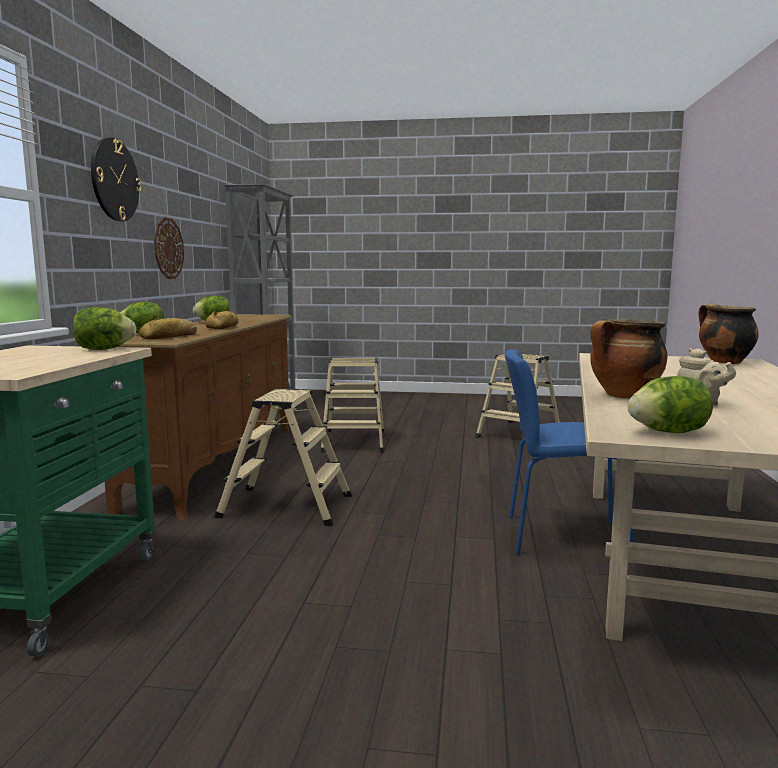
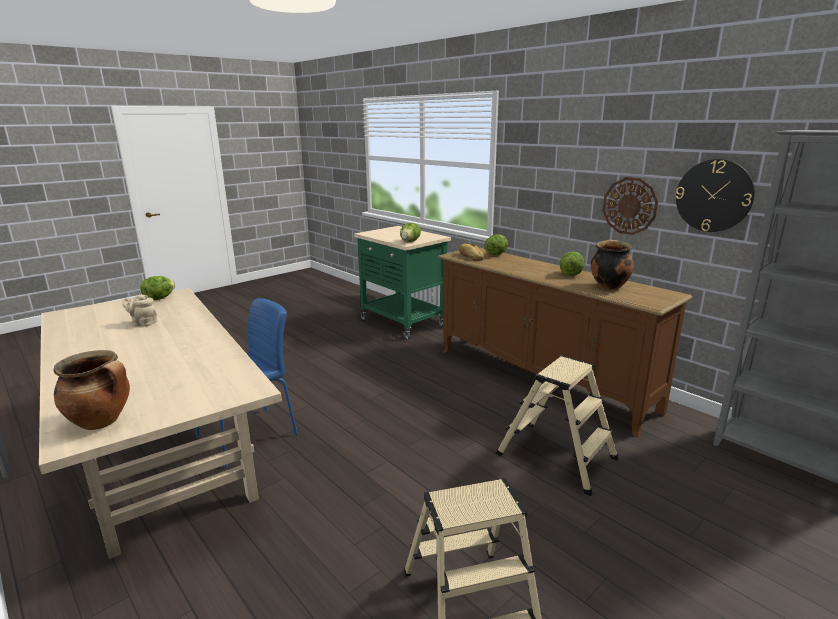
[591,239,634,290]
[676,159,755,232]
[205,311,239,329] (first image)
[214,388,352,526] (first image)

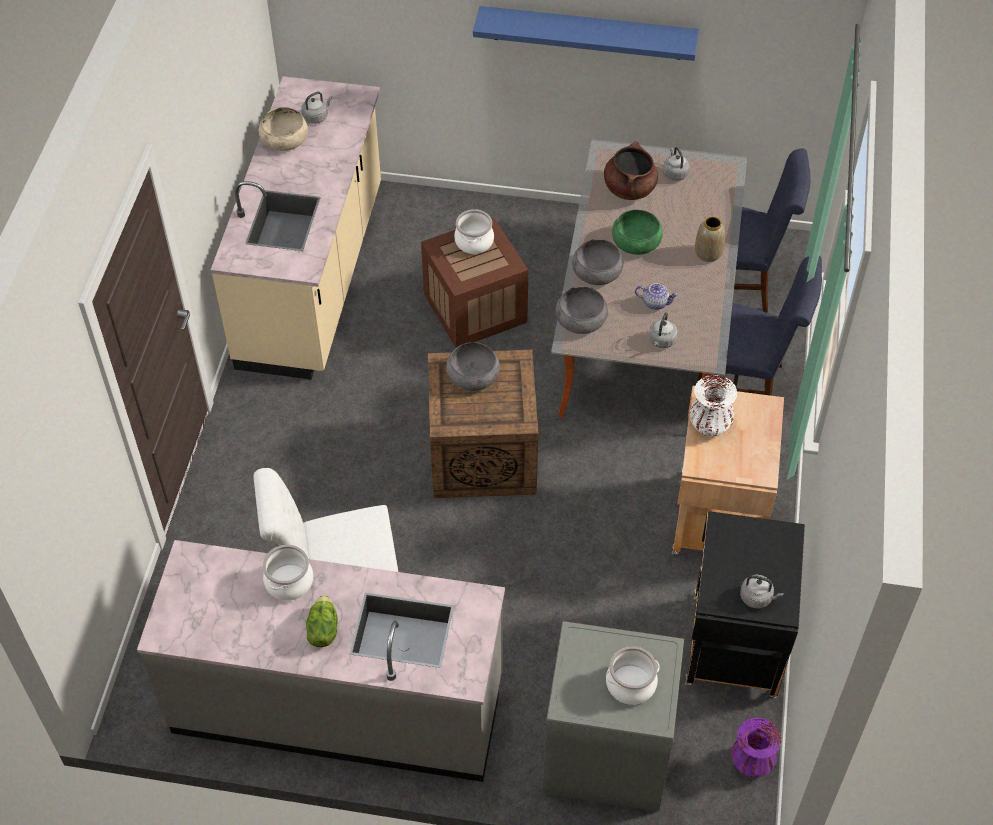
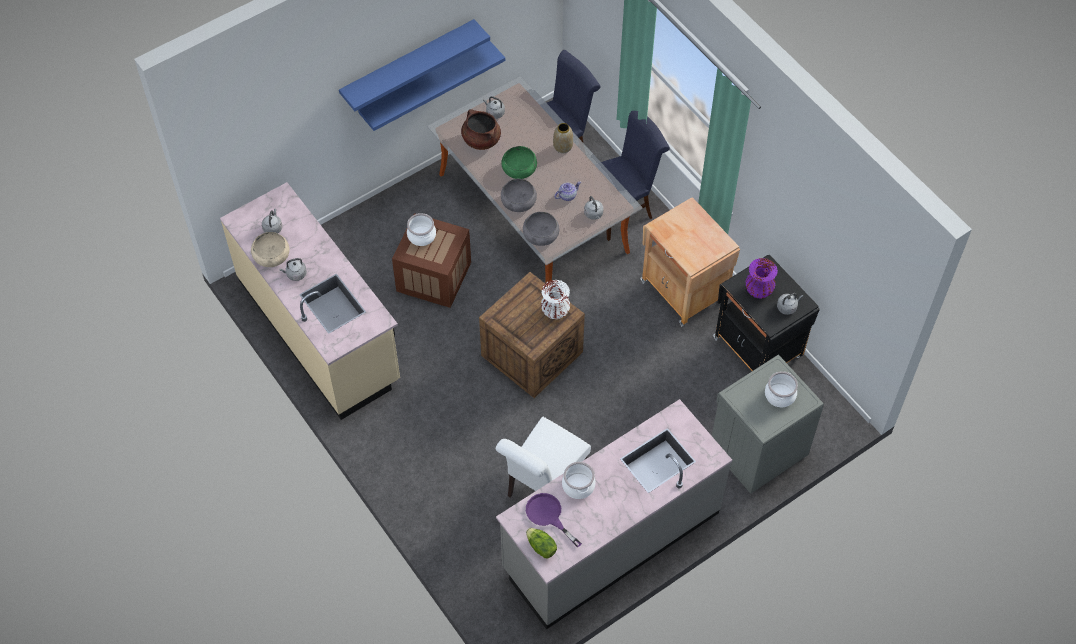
[279,258,307,281]
[358,41,505,131]
[526,493,582,547]
[526,528,557,558]
[541,280,570,319]
[746,258,778,299]
[446,342,500,391] (first image)

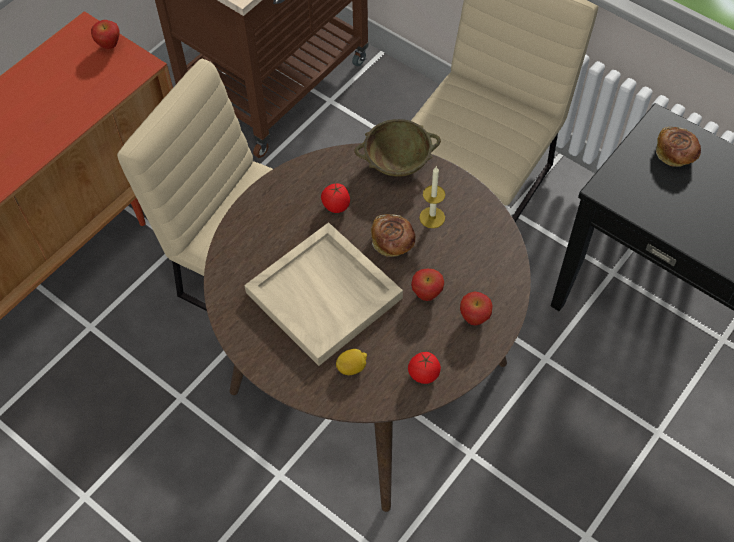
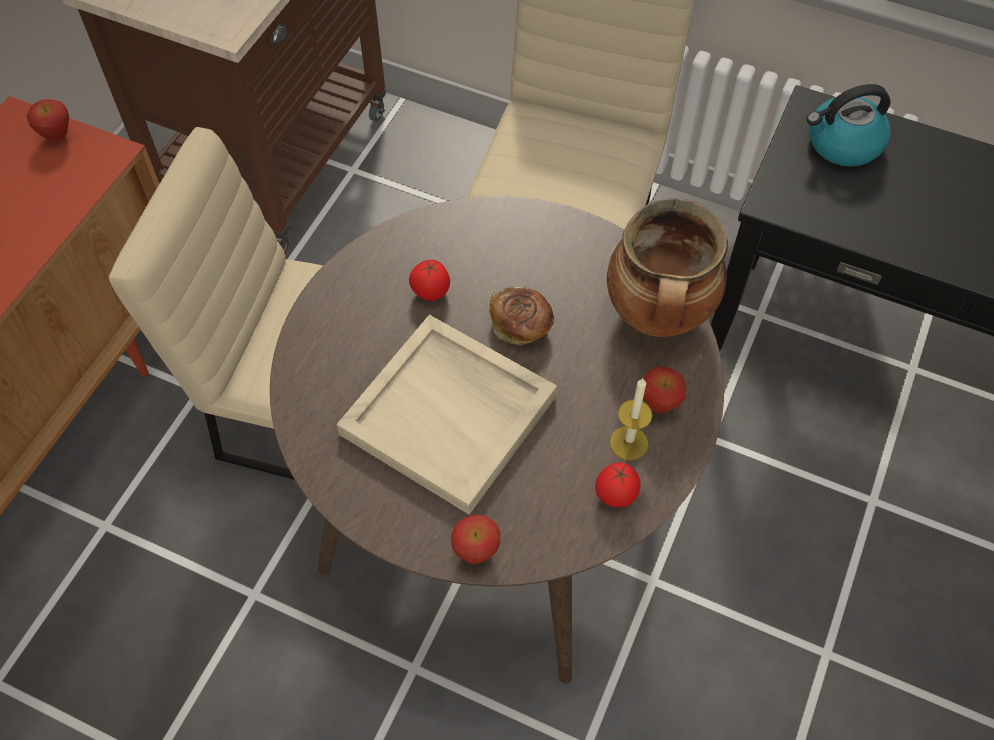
[451,515,500,564]
[607,198,728,337]
[610,378,652,460]
[807,84,891,167]
[336,349,367,375] (first image)
[354,119,441,177] (first image)

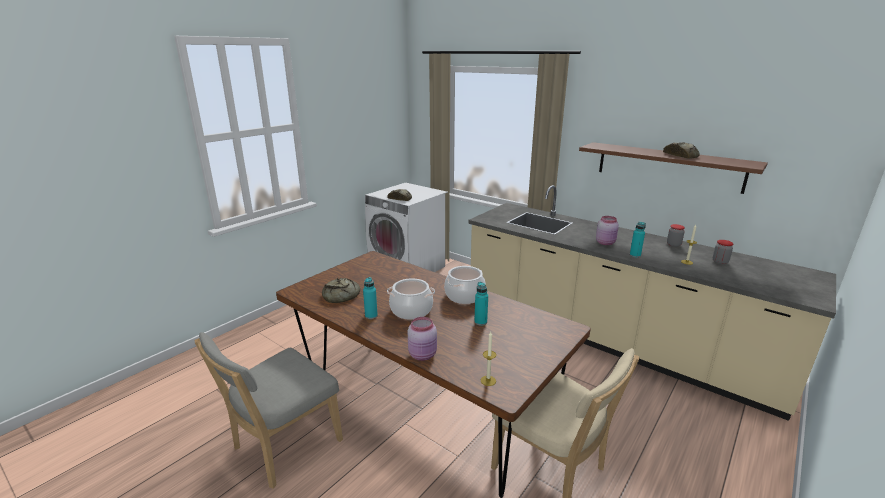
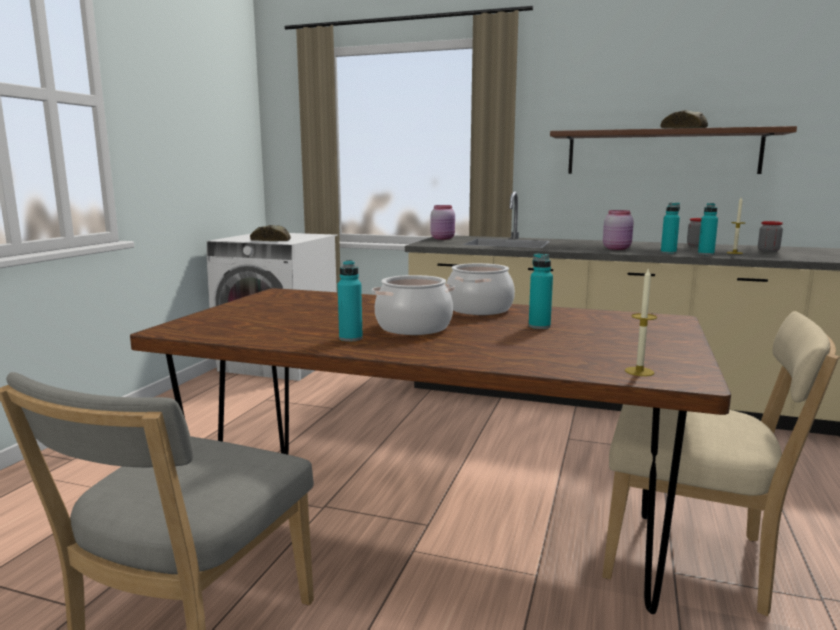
[431,205,455,240]
[698,203,718,255]
[322,278,360,303] (first image)

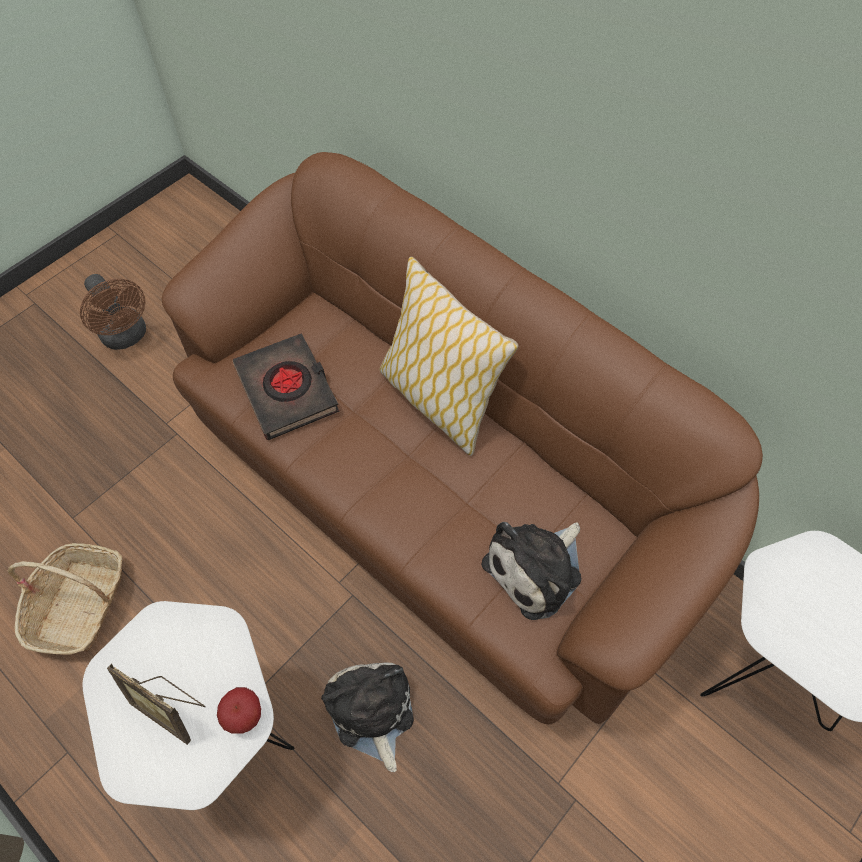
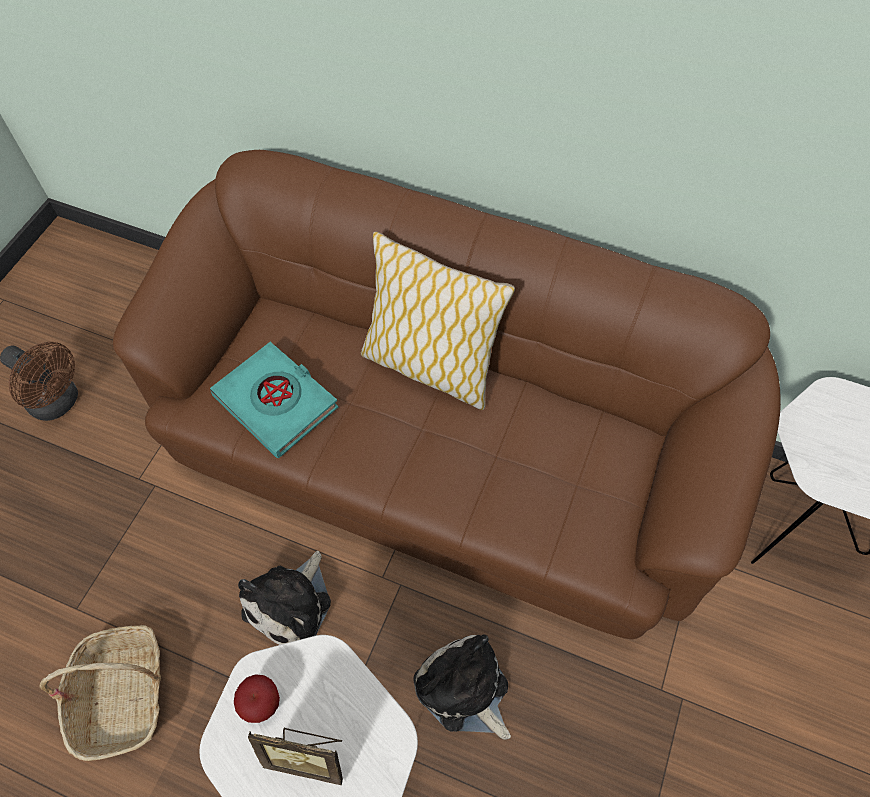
[210,342,338,458]
[234,674,280,723]
[238,551,331,645]

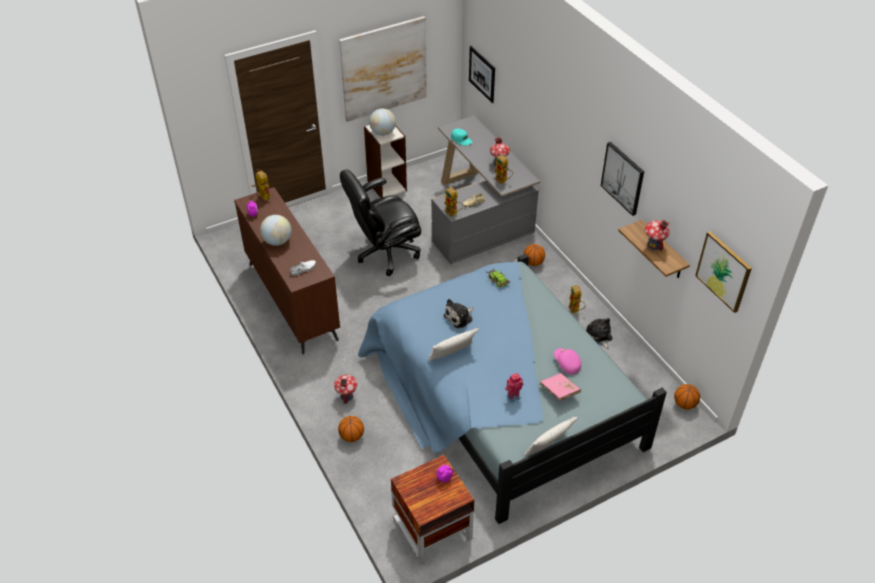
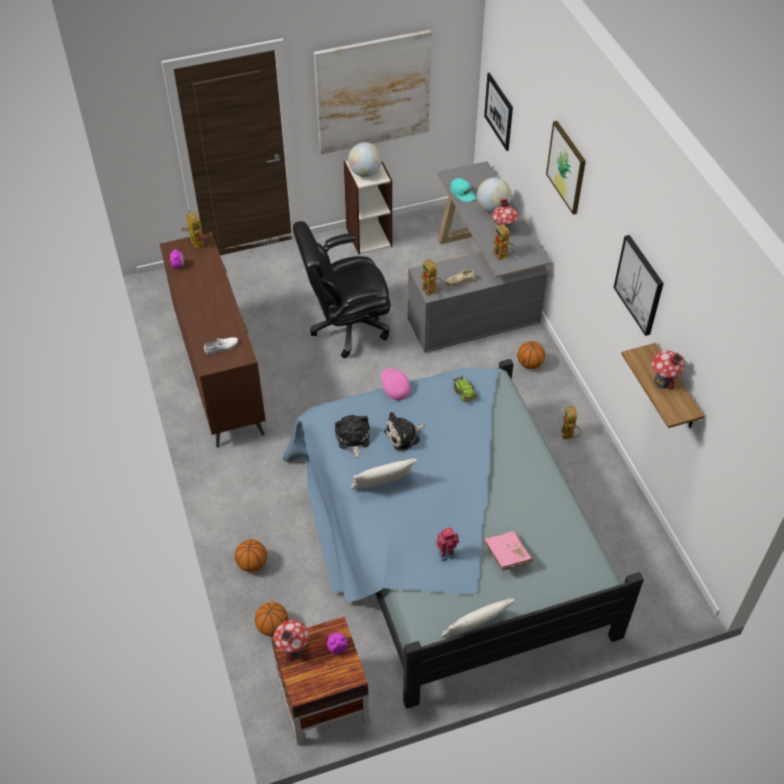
[255,602,288,636]
[274,620,309,661]
[335,415,370,459]
[381,368,410,400]
[477,178,511,213]
[546,121,586,215]

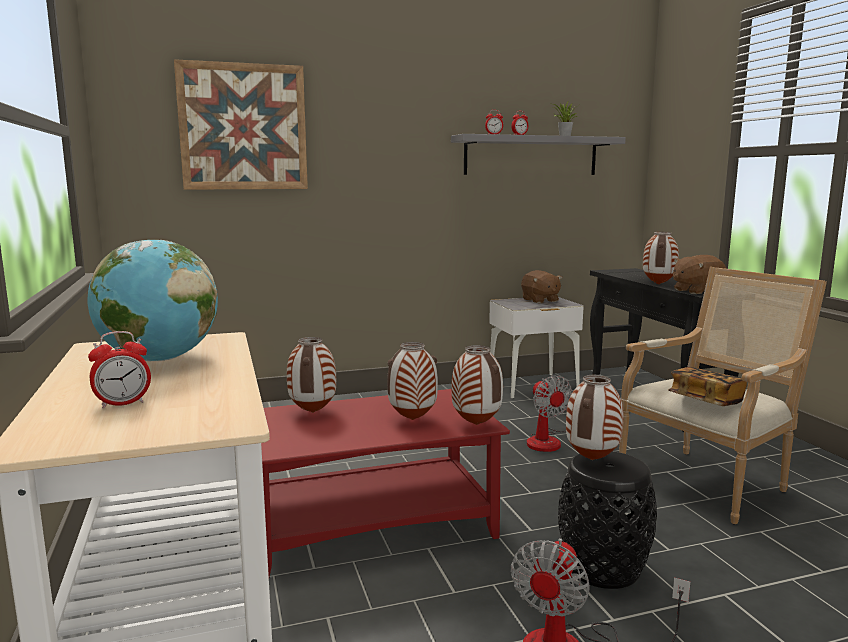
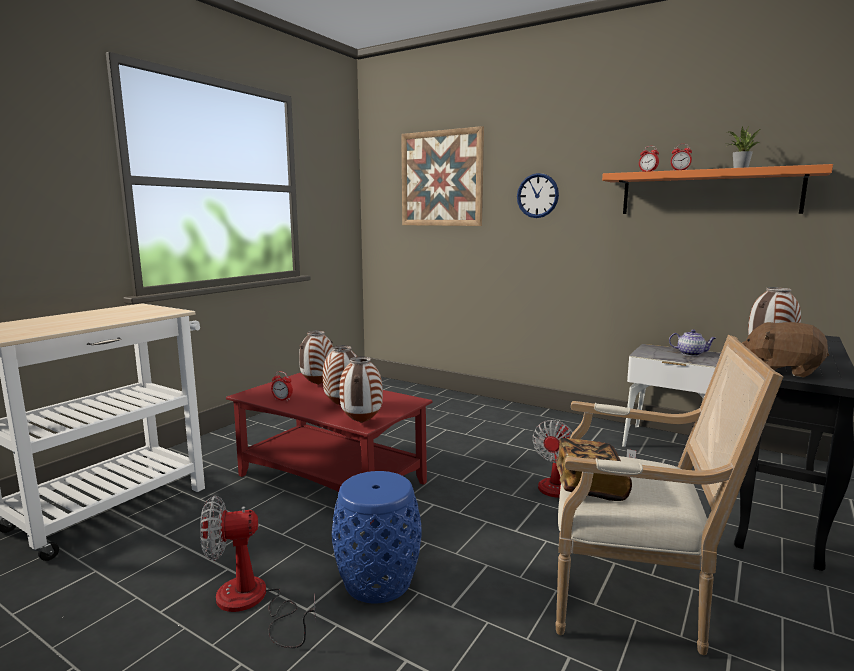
[271,371,293,401]
[332,471,422,603]
[517,173,559,218]
[602,164,833,214]
[669,329,716,356]
[87,240,218,361] (first image)
[566,375,624,460] (first image)

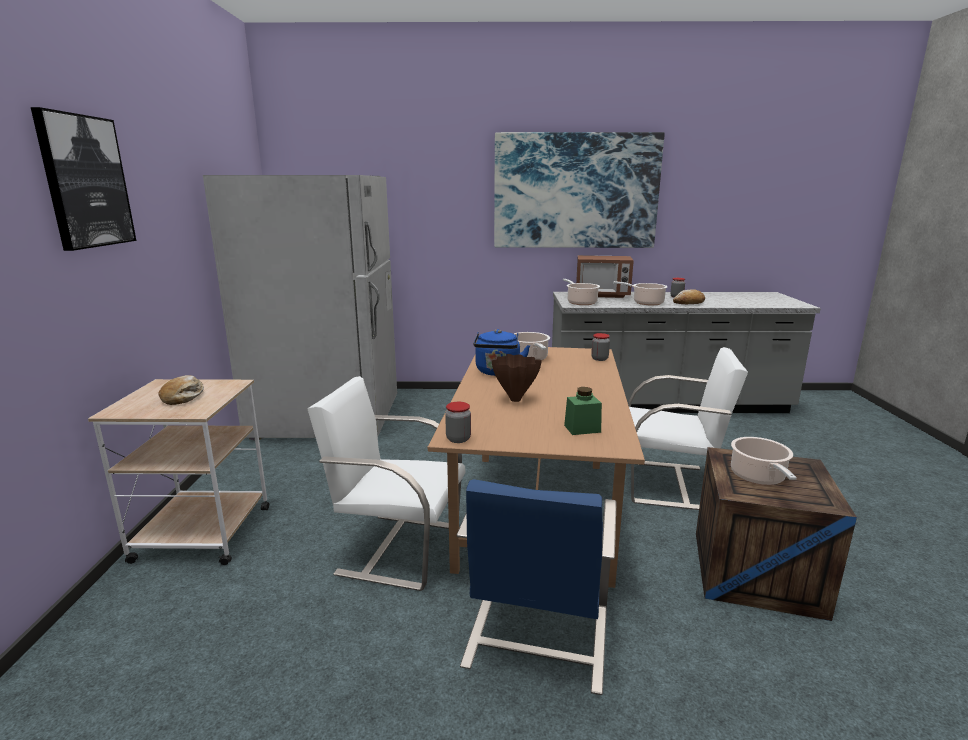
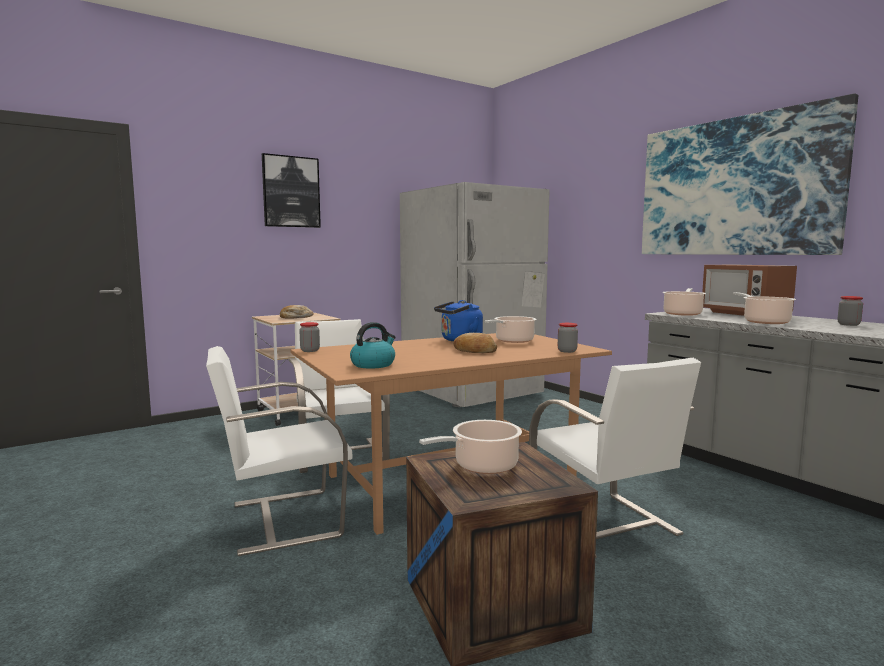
[206,346,353,556]
[350,322,396,369]
[453,333,497,353]
[492,354,542,402] (first image)

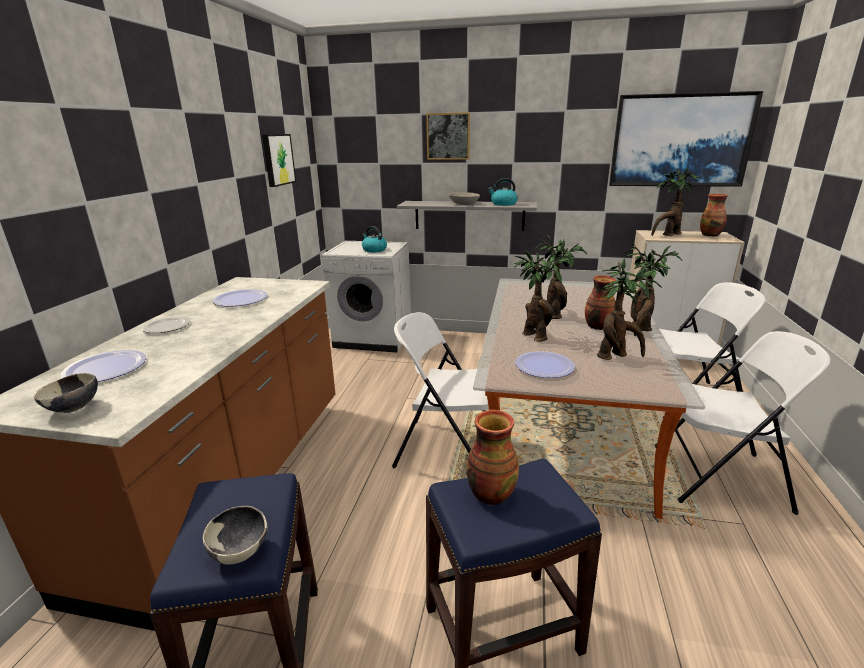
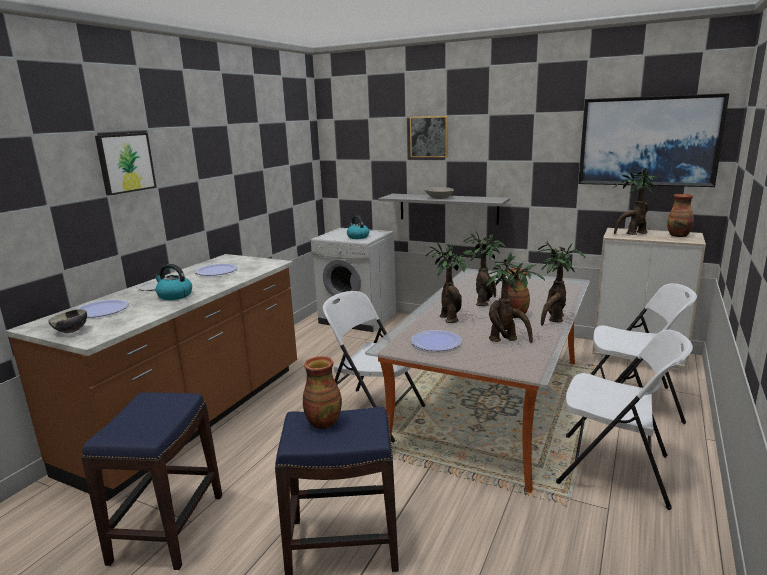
[95,133,156,195]
[154,264,192,300]
[203,506,267,564] (first image)

